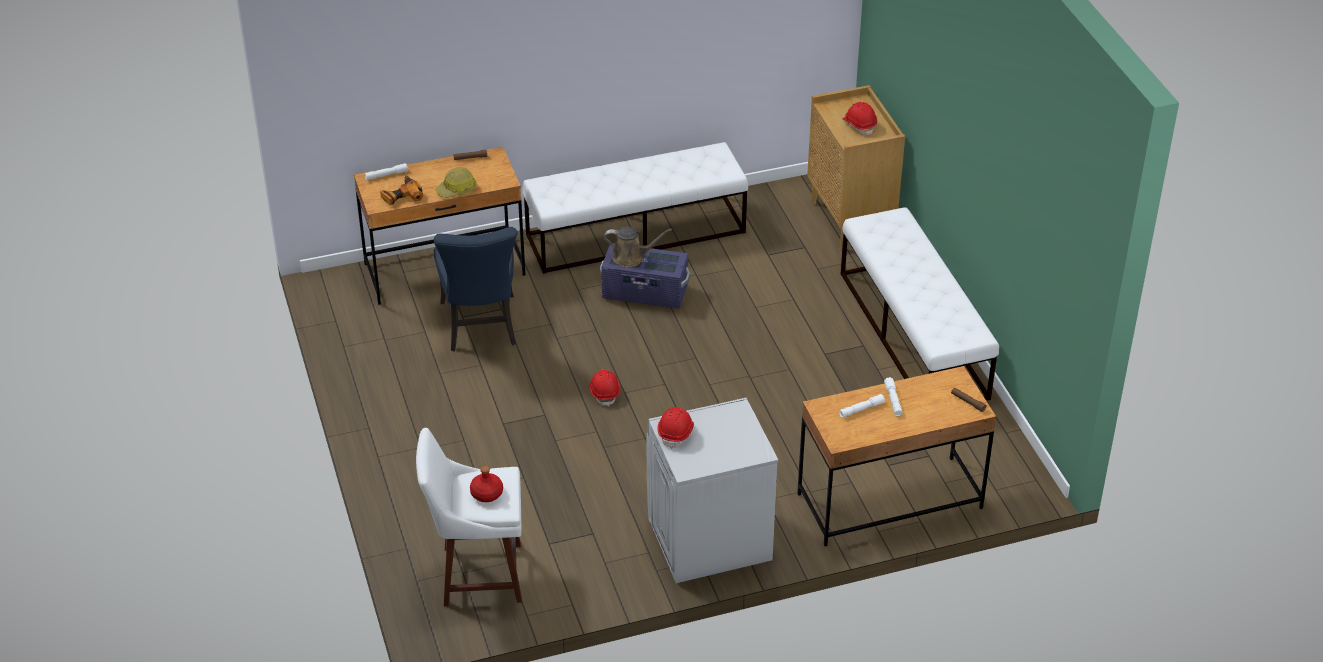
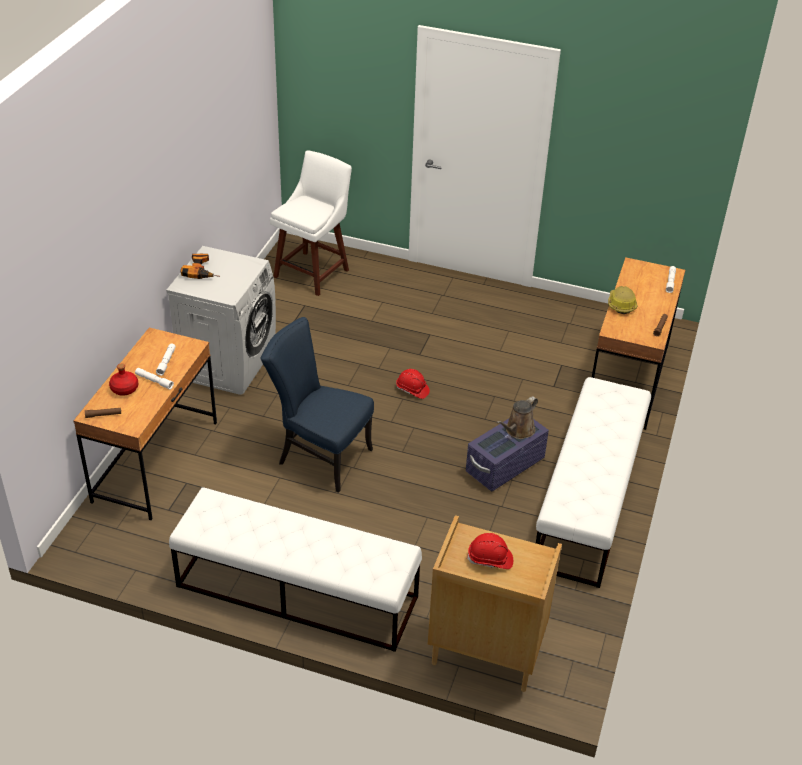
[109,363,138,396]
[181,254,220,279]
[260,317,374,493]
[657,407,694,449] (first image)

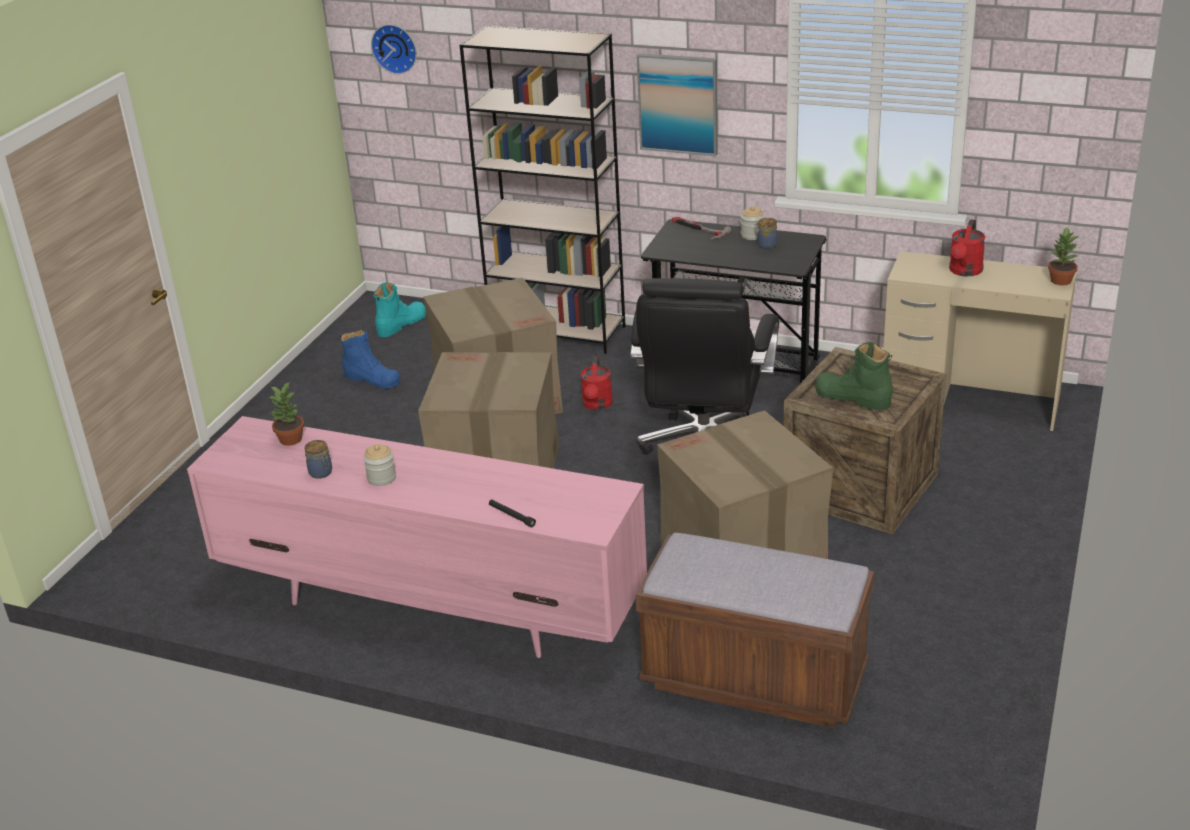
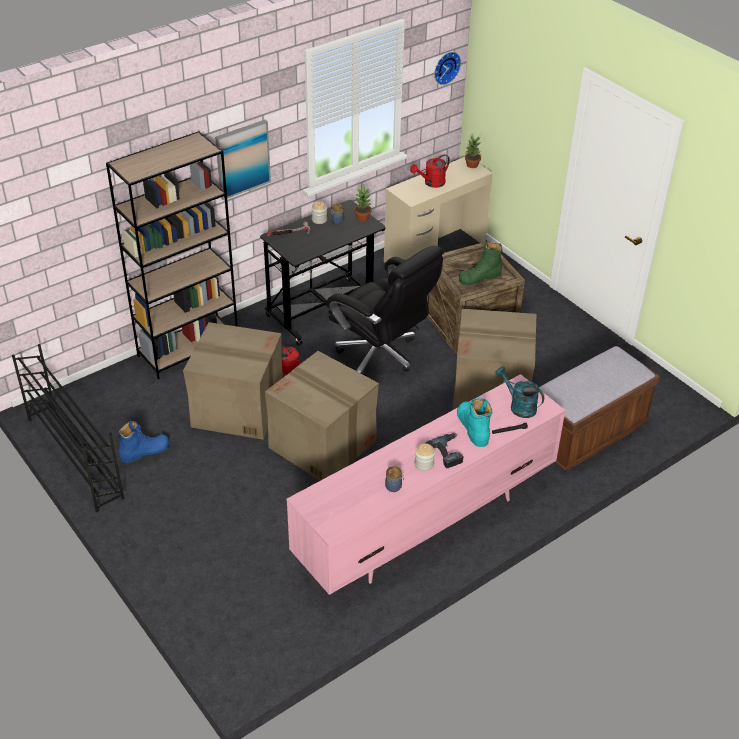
[12,344,125,512]
[354,184,372,221]
[410,154,450,188]
[426,433,464,468]
[434,52,461,85]
[457,398,492,447]
[495,366,544,418]

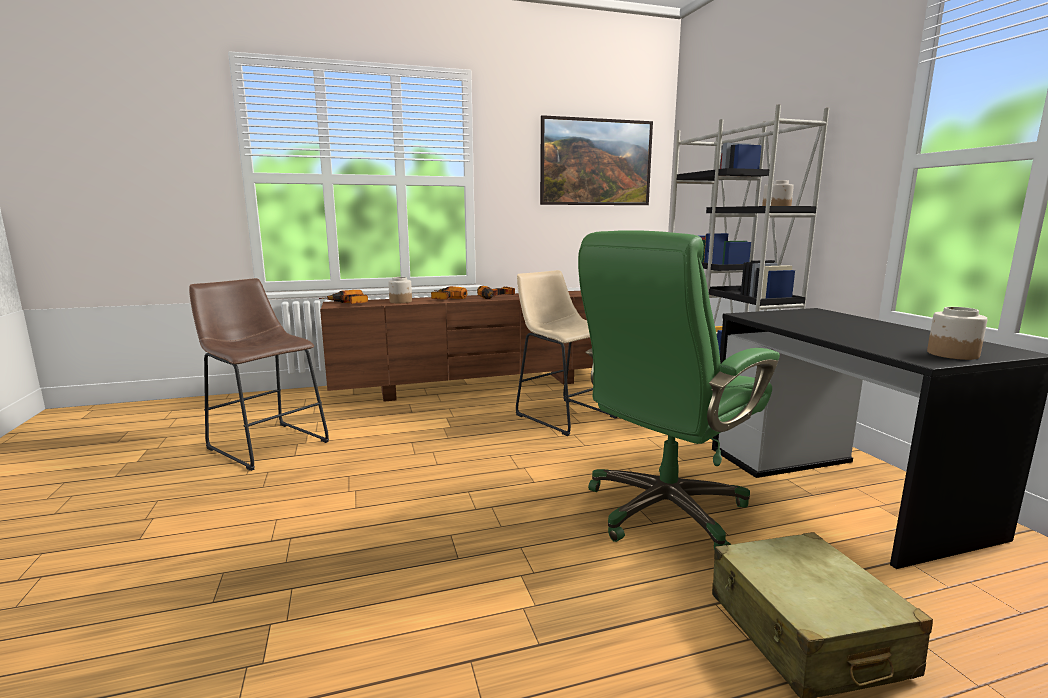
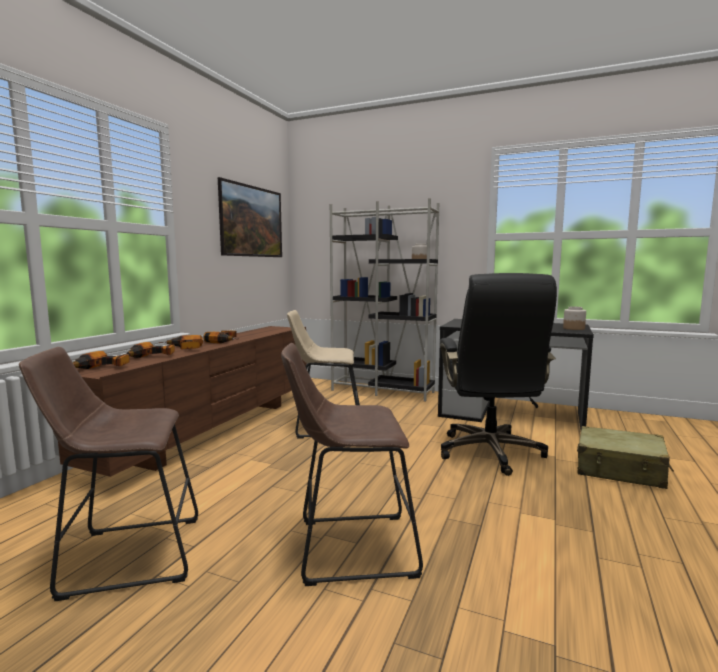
[126,342,175,358]
[281,343,423,586]
[440,273,557,476]

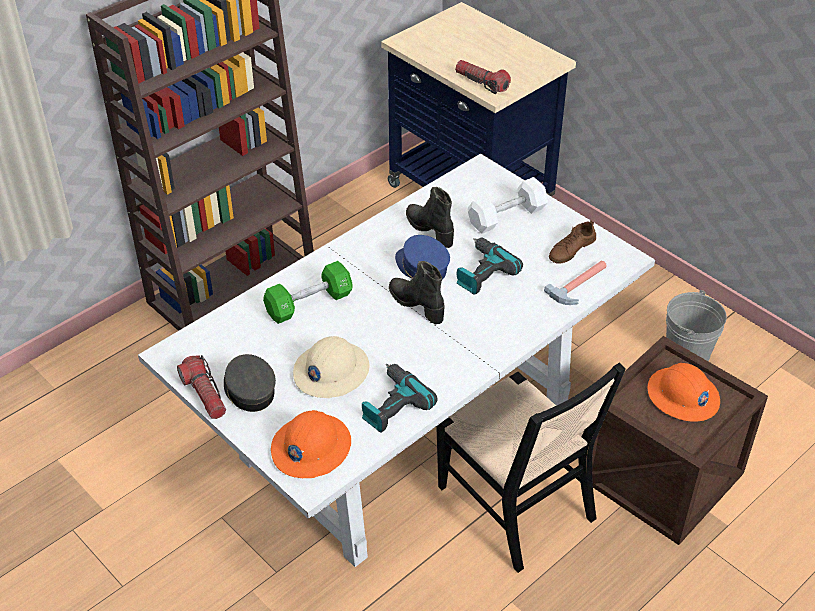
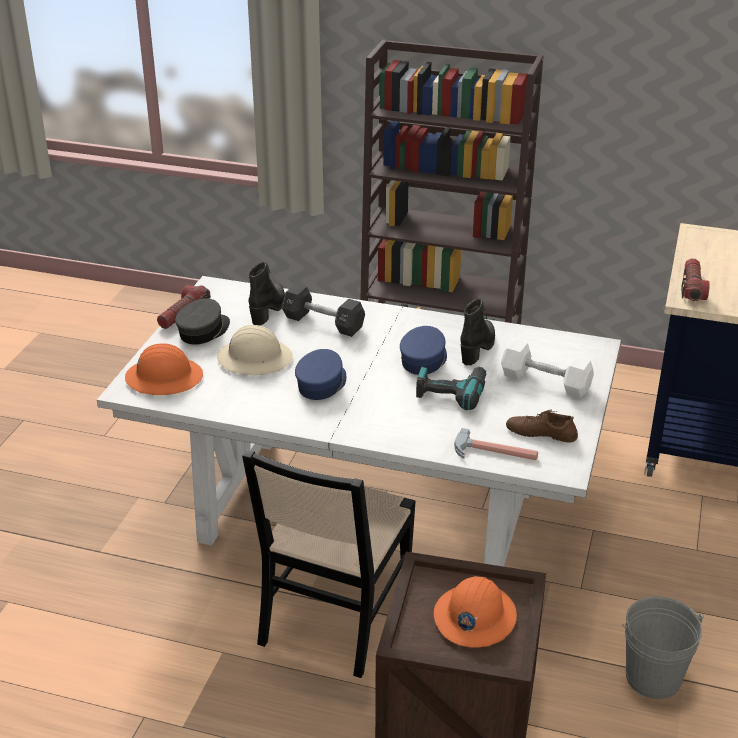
[249,262,285,326]
[282,284,365,337]
[295,349,346,400]
[361,364,438,433] (first image)

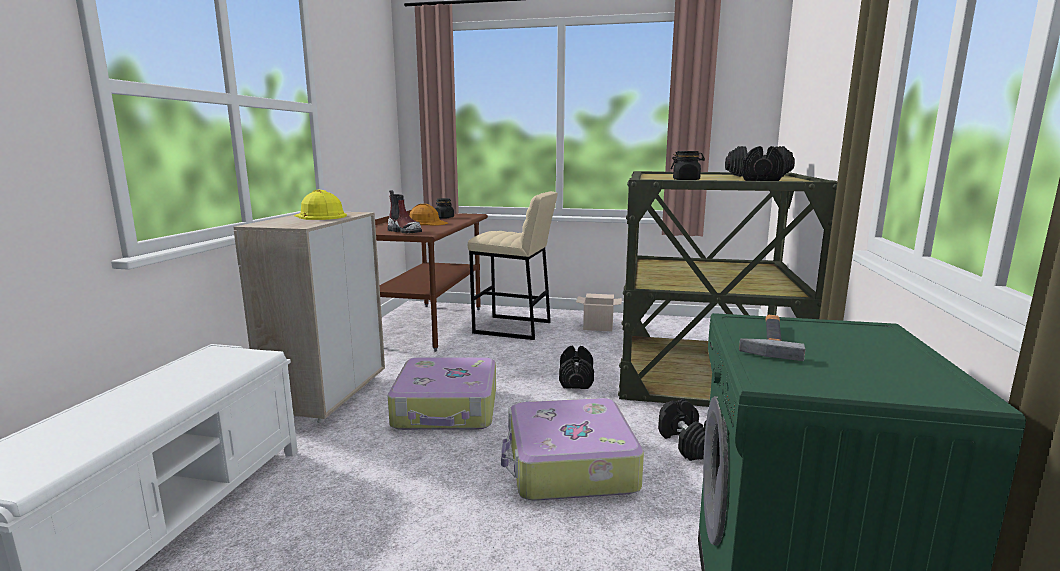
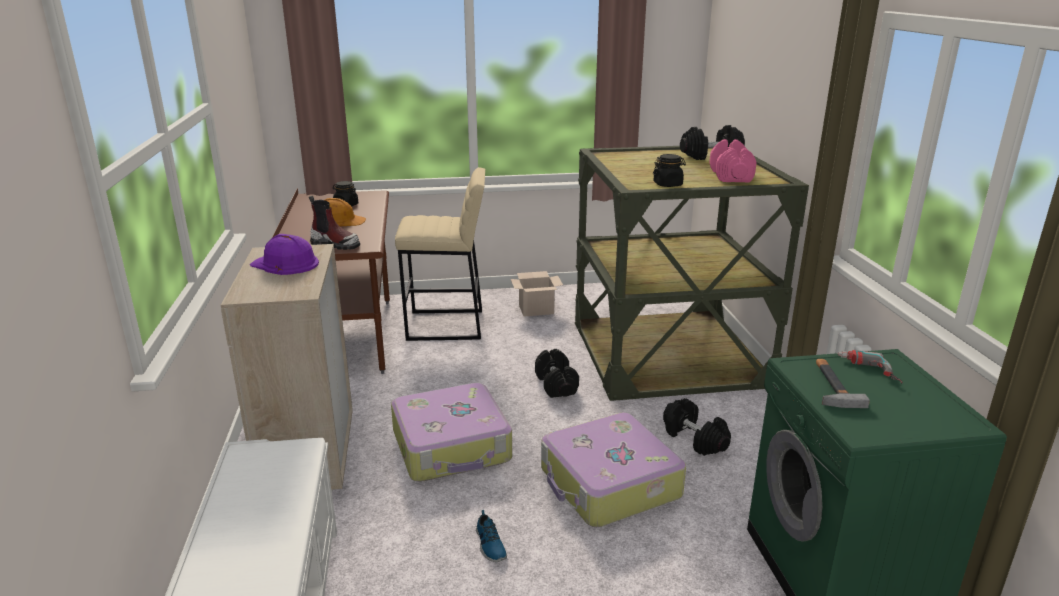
[250,234,319,275]
[476,510,507,562]
[709,139,756,182]
[838,350,903,384]

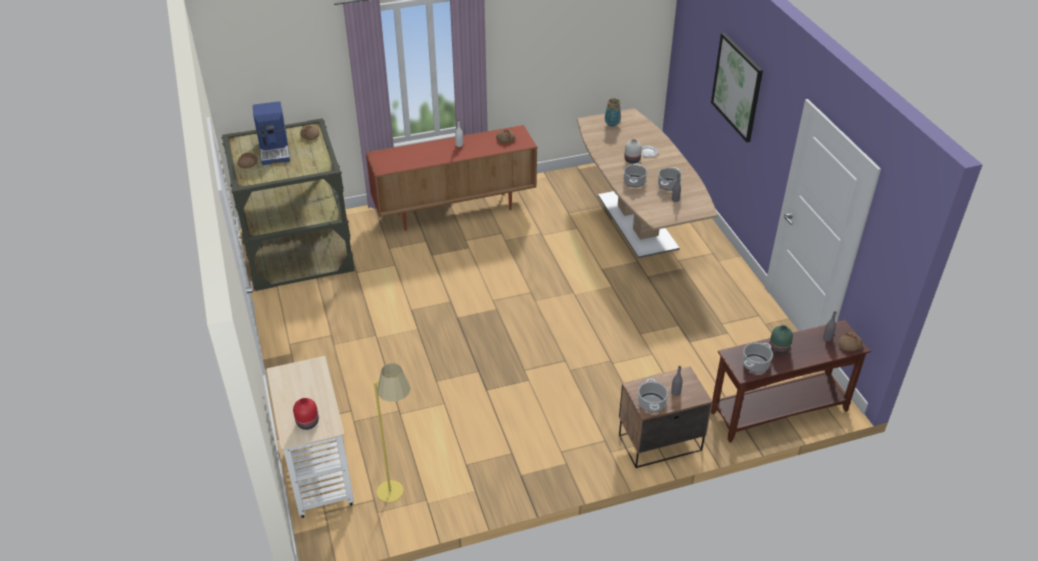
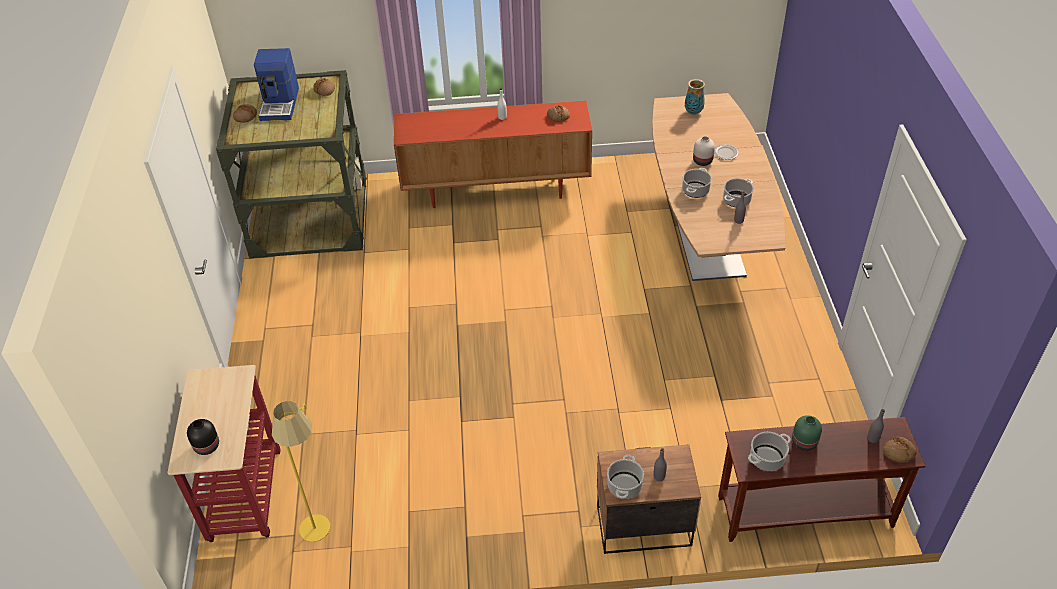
[168,365,281,542]
[187,419,219,455]
[711,33,763,142] (first image)

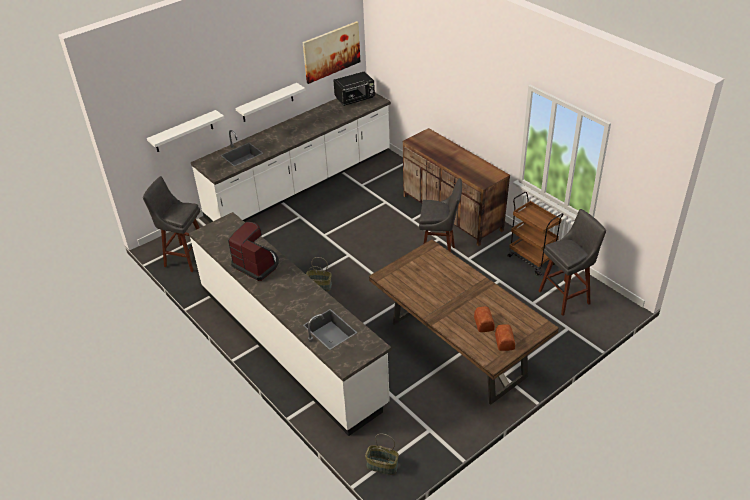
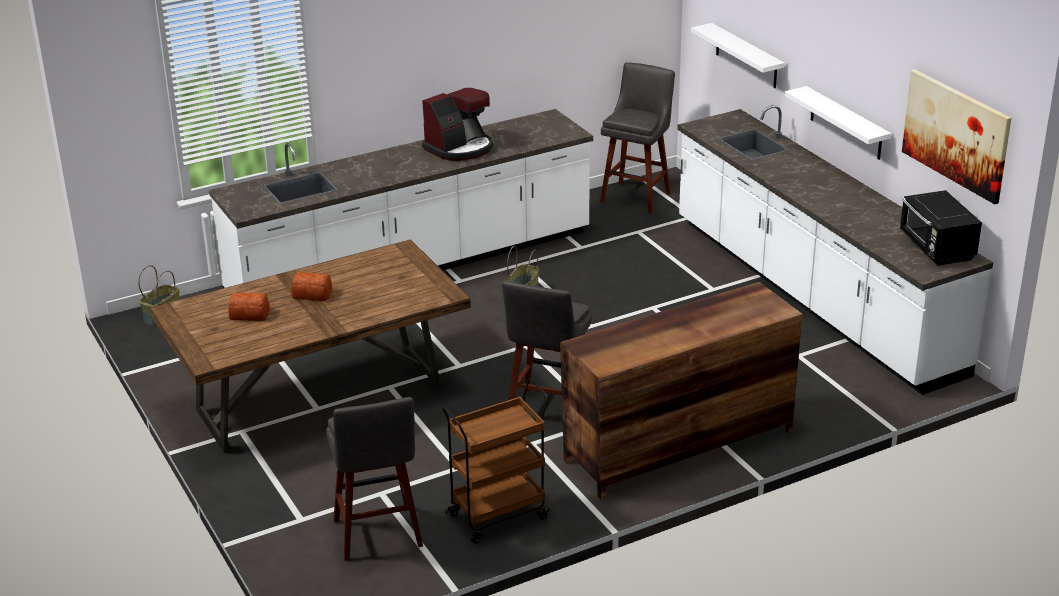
[292,272,332,301]

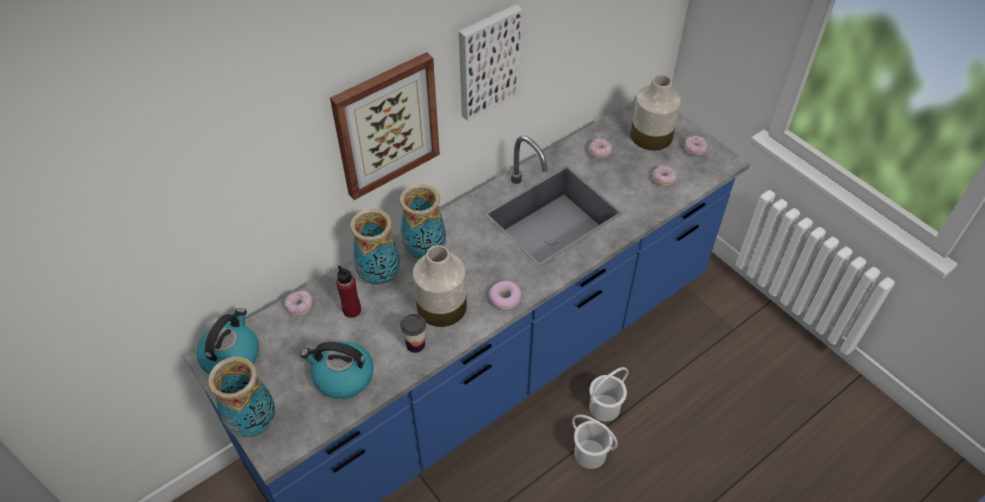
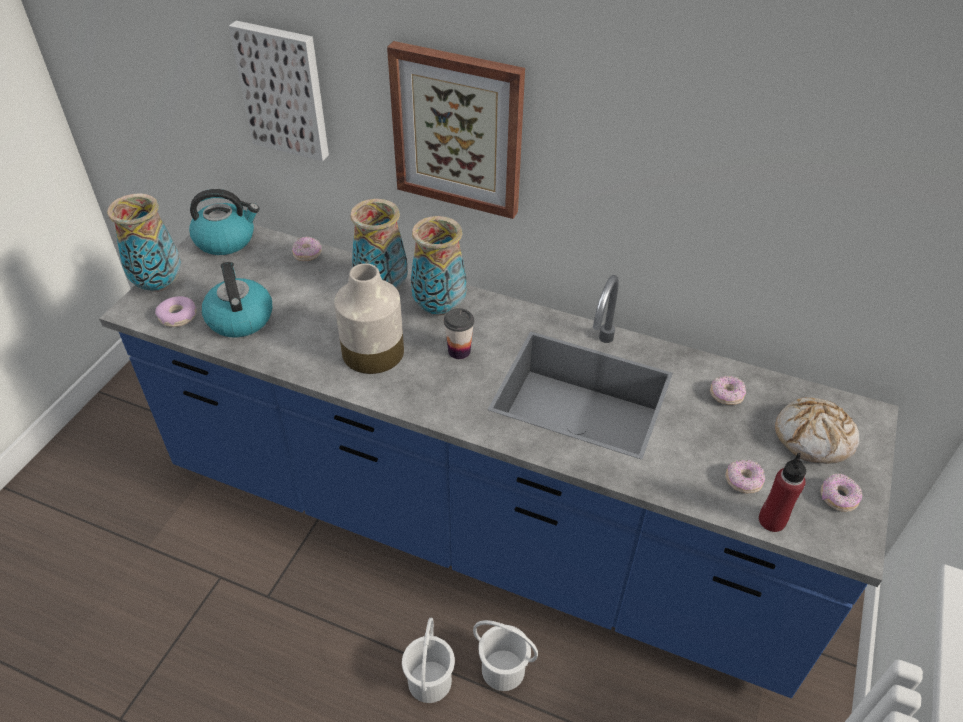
[155,296,197,327]
[229,21,329,161]
[444,308,474,359]
[759,453,806,532]
[775,397,859,464]

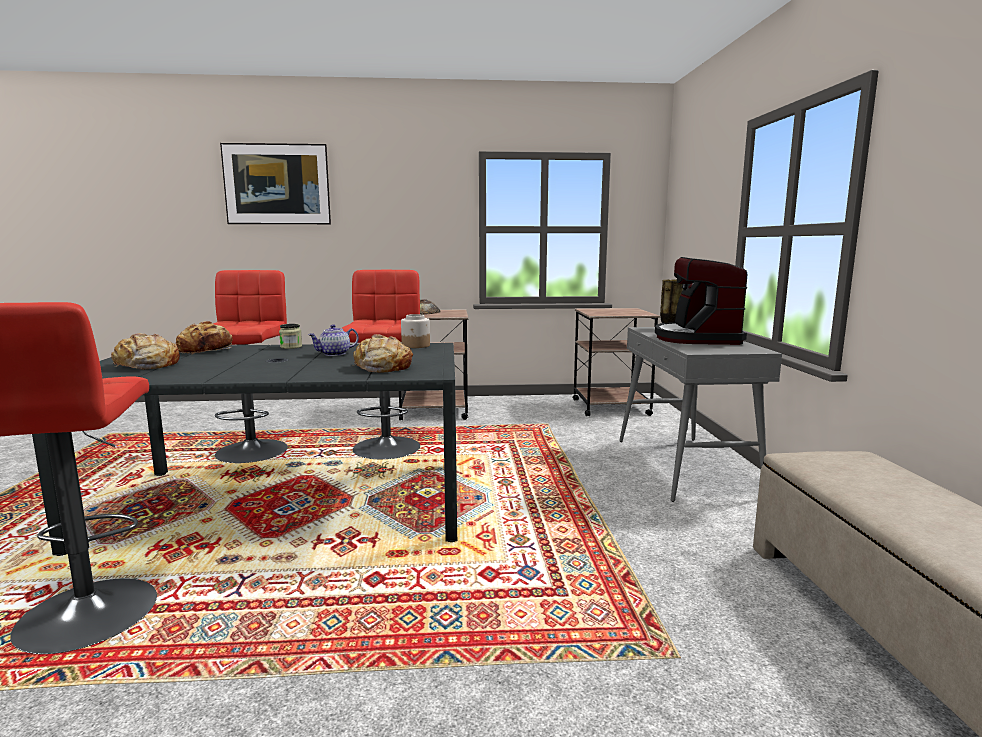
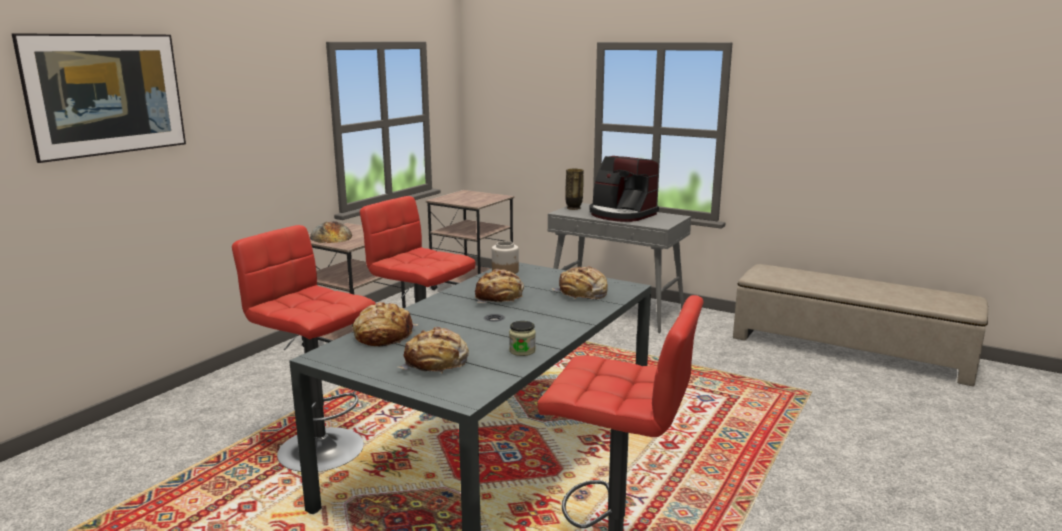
[475,269,524,303]
[509,321,536,356]

